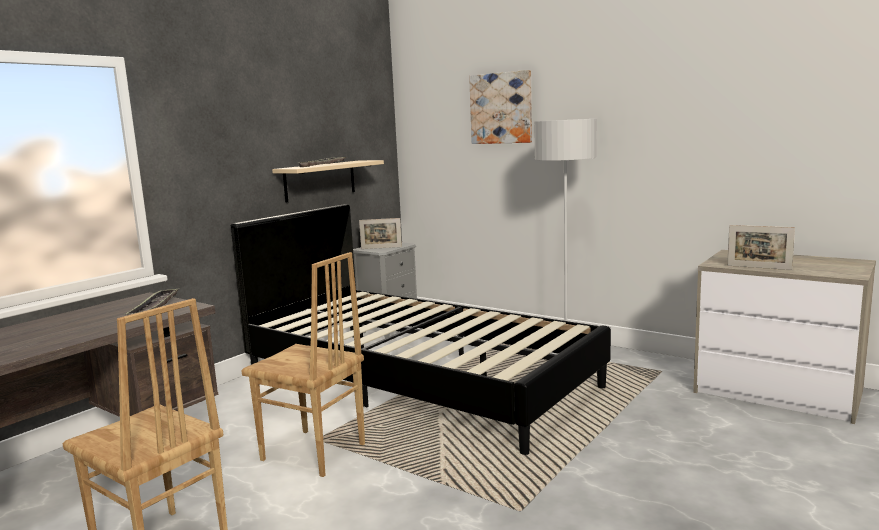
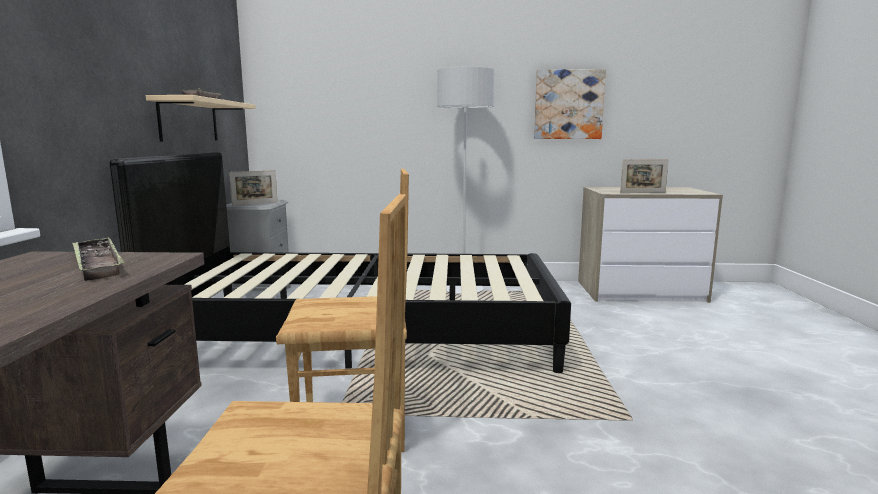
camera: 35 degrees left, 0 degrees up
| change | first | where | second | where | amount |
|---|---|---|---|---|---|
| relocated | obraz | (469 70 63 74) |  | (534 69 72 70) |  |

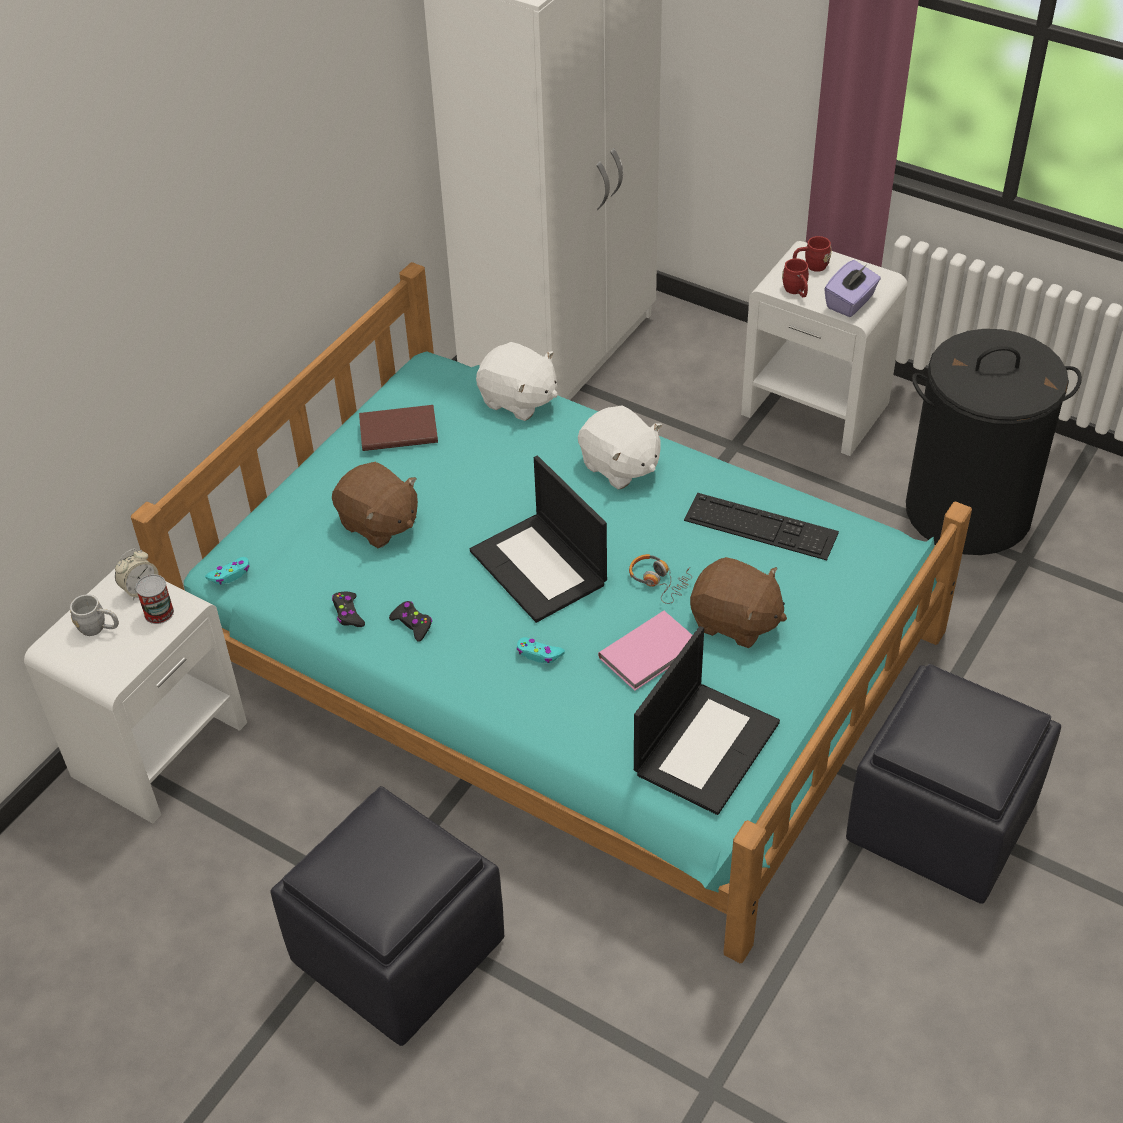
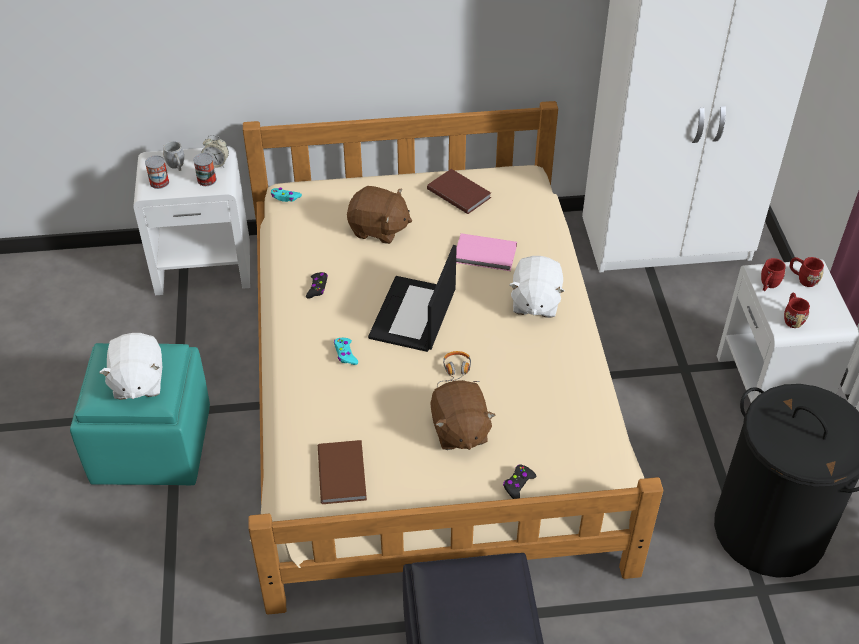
camera: 50 degrees right, 0 degrees up
| change | first | where | second | where | amount |
|---|---|---|---|---|---|
| colour | pufa (czarny) | (270 786 234 260) | pufa (turkusowy) | (70 343 140 142) |  |
| relocated | pluszak (biały) | (476 342 82 79) |  | (99 333 63 67) |  |
| appeared |  |  | puszka | (145 155 24 34) |  |
| colour | łóżko (turkusowy) | (131 262 841 701) | łóżko (beżowy) | (243 101 420 514) |  |
| exchanged | laptop | (634 626 146 189) | książka (brązowy) | (318 440 49 64) |  |
| spun | pluszak (brązowy) | (332 462 86 86) |  | (347 186 65 58) | 75 degrees counterclockwise |
| relocated | książka (różowy) | (598 611 95 80) |  | (456 233 61 38) |  |
| relocated | pad do gier (czarny) | (332 592 33 35) |  | (503 465 33 34) |  |
| exchanged | pudełko chusteczek (fioletowy) | (824 260 57 57) | kubek (czerwony) | (784 293 26 35) |  |
| missing | klawiatura | (684 493 155 67) |  |  |  |

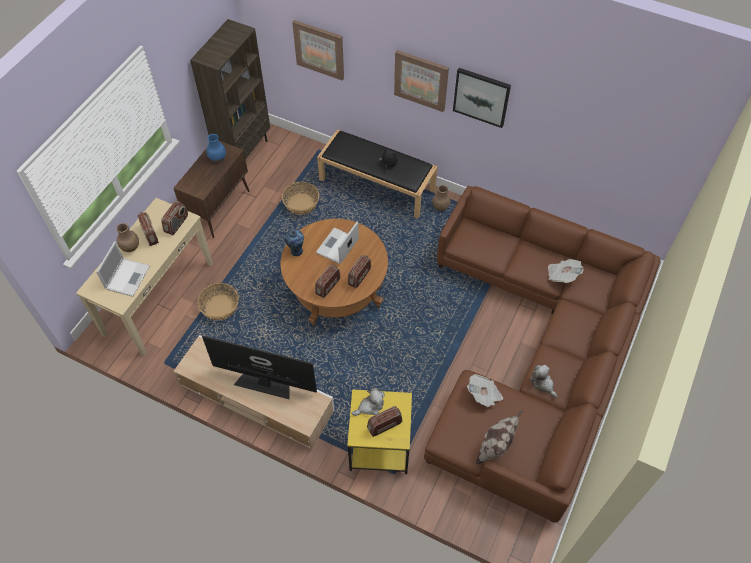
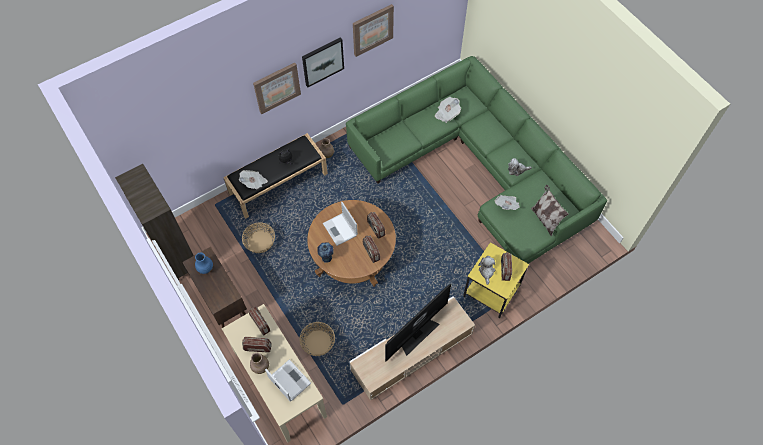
camera: 60 degrees left, 5 degrees up
| change | first | where | second | where | amount |
|---|---|---|---|---|---|
| appeared |  |  | gazeta | (239 170 29 19) |  |
| colour | kanapa (brązowy) | (424 186 236 337) | kanapa (zielony) | (346 56 261 208) |  |
| relocated | obraz | (292 20 52 60) |  | (353 4 41 53) |  |

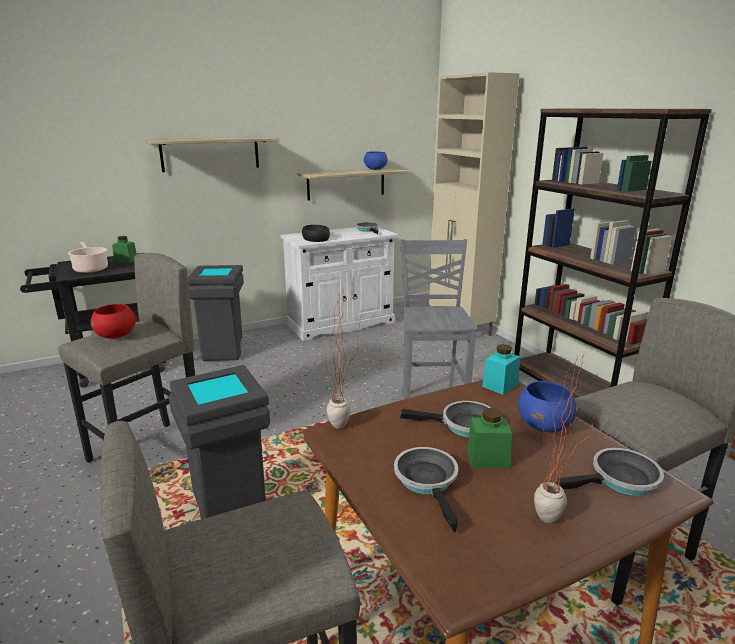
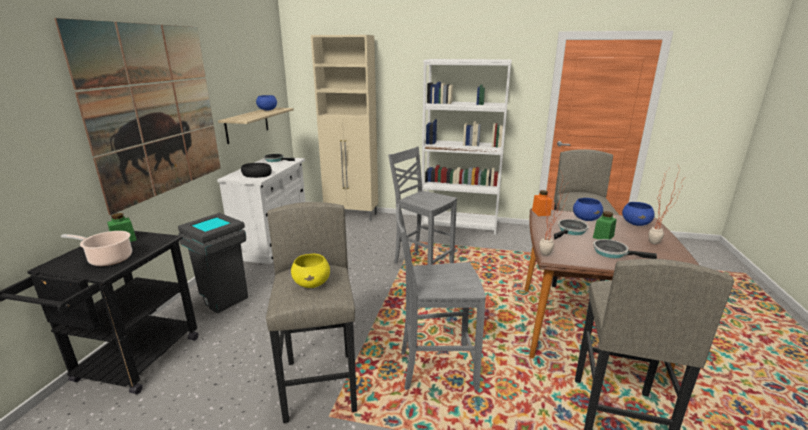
camera: 50 degrees left, 0 degrees up
| change | first | where | second | where | amount |
|---|---|---|---|---|---|
| exchanged | półka | (145 136 134 36) | obraz | (54 18 167 197) |  |
| colour | miska (czerwony) | (91 304 45 35) | miska (żółty) | (291 254 39 34) |  |
| exchanged | kosz na śmieci (szary) | (169 365 101 154) | krzesło (szary) | (396 204 90 186) |  |
| colour | regał (brązowy) | (514 109 198 289) | regał (biały) | (421 59 91 176) |  |
| colour | słoik (turkusowy) | (482 344 38 51) | słoik (pomarańczowy) | (532 190 20 26) |  |
| exchanged | patelnia | (556 448 108 48) | miska (niebieski) | (622 202 33 24) |  |

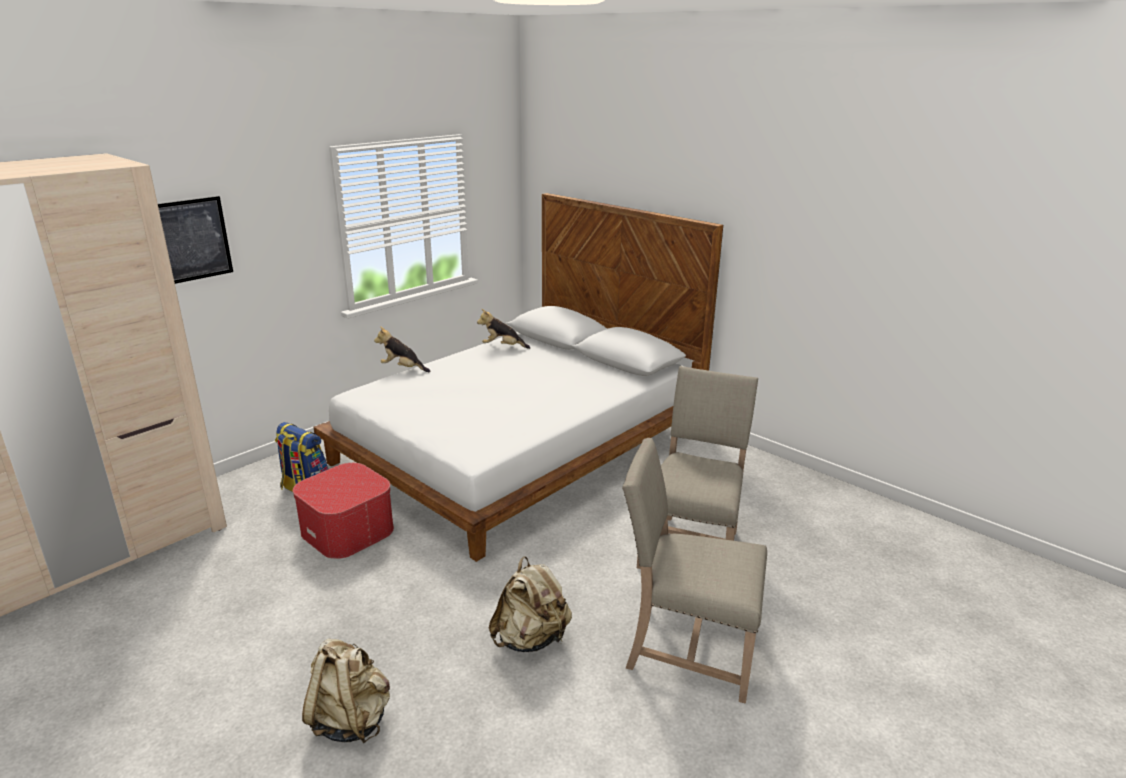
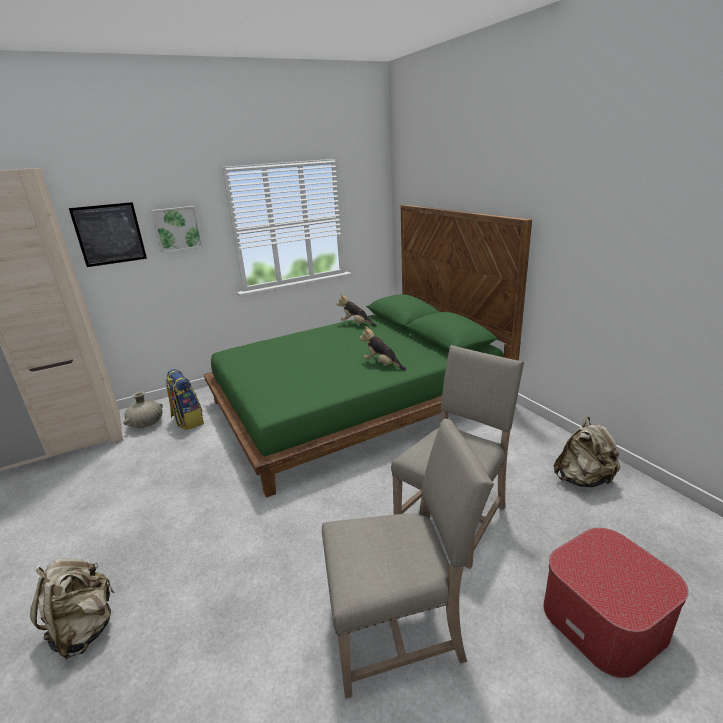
camera: 20 degrees right, 0 degrees up
| change | first | where | second | where | amount |
|---|---|---|---|---|---|
| appeared |  |  | wazon (beżowy) | (124 391 39 37) |  |
| appeared |  |  | obraz | (151 206 52 47) |  |
| colour | łóżko (biały) | (314 193 409 369) | łóżko (zielony) | (204 205 328 293) |  |
| spun | krzesło (beżowy) | (622 438 145 266) |  | (322 419 172 280) | 135 degrees clockwise |
| relocated | pluszak | (374 326 56 46) |  | (359 326 47 44) |  |
| relocated | pufa | (293 463 101 96) |  | (543 528 146 150) |  |
| relocated | plecak (beżowy) | (489 557 83 95) |  | (554 417 66 70) |  |

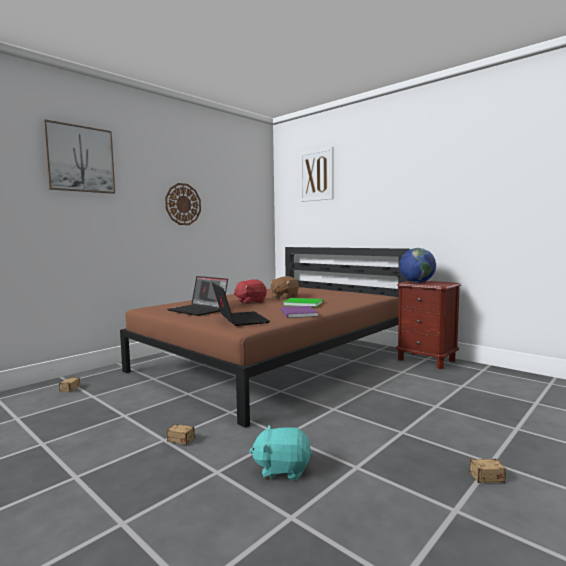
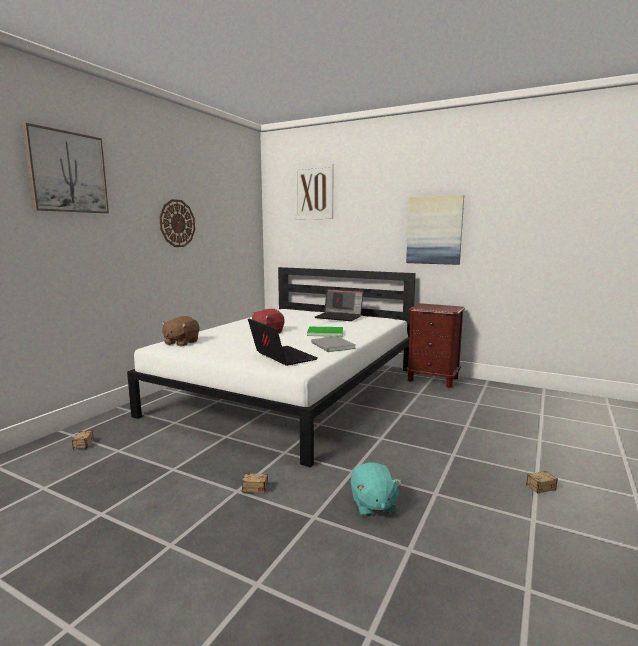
camera: 15 degrees left, 5 degrees up
| change | first | where | second | where | amount |
|---|---|---|---|---|---|
| colour | łóżko (brązowy) | (120 247 290 181) | łóżko (biały) | (127 267 289 200) |  |
| relocated | pluszak (brązowy) | (270 276 29 23) |  | (161 316 38 31) |  |
| colour | książka (fioletowy) | (281 306 37 12) | książka (szary) | (311 336 45 16) |  |
| relocated | laptop | (167 276 61 40) |  | (315 289 49 32) |  |
| spun | pluszak (turkusowy) | (249 425 63 55) |  | (351 462 50 55) | 90 degrees counterclockwise |
| appeared |  |  | obraz | (406 195 58 70) |  |
| missing | globus | (399 248 37 35) |  |  |  |

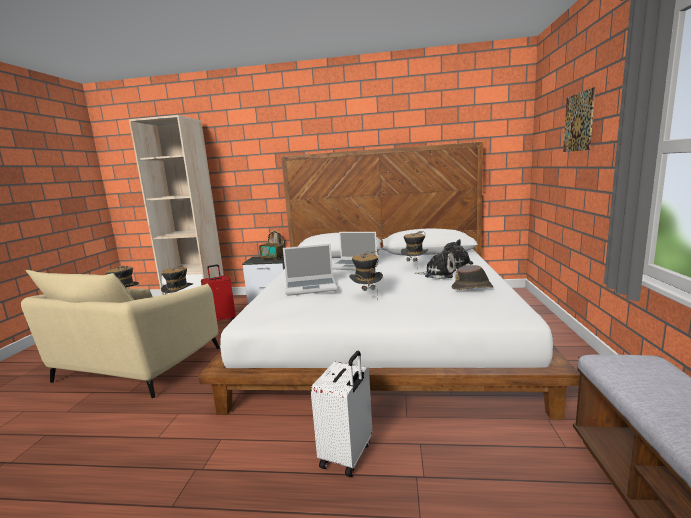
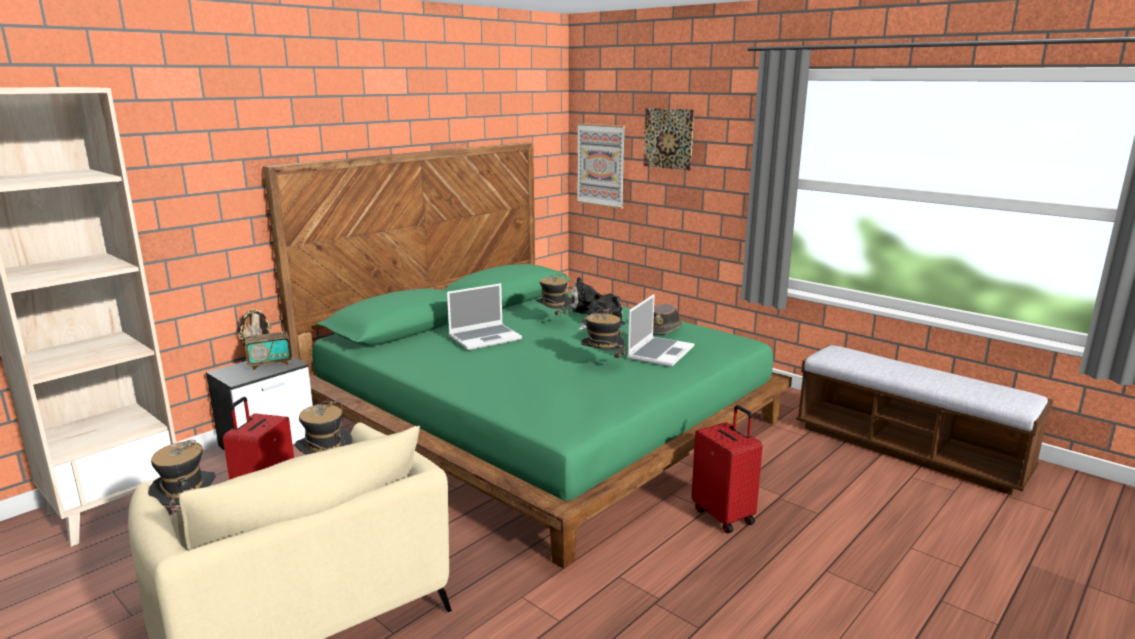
camera: 55 degrees left, 5 degrees up
| change | first | where | second | where | amount |
|---|---|---|---|---|---|
| colour | łóżko (biały) | (198 141 382 279) | łóżko (zielony) | (263 142 529 427) |  |
| appeared |  |  | obraz | (577 123 48 86) |  |
| relocated | laptop | (283 244 54 52) |  | (627 294 67 73) |  |
| colour | walizka (biały) | (311 351 61 126) | walizka (czerwony) | (691 405 72 128) |  |

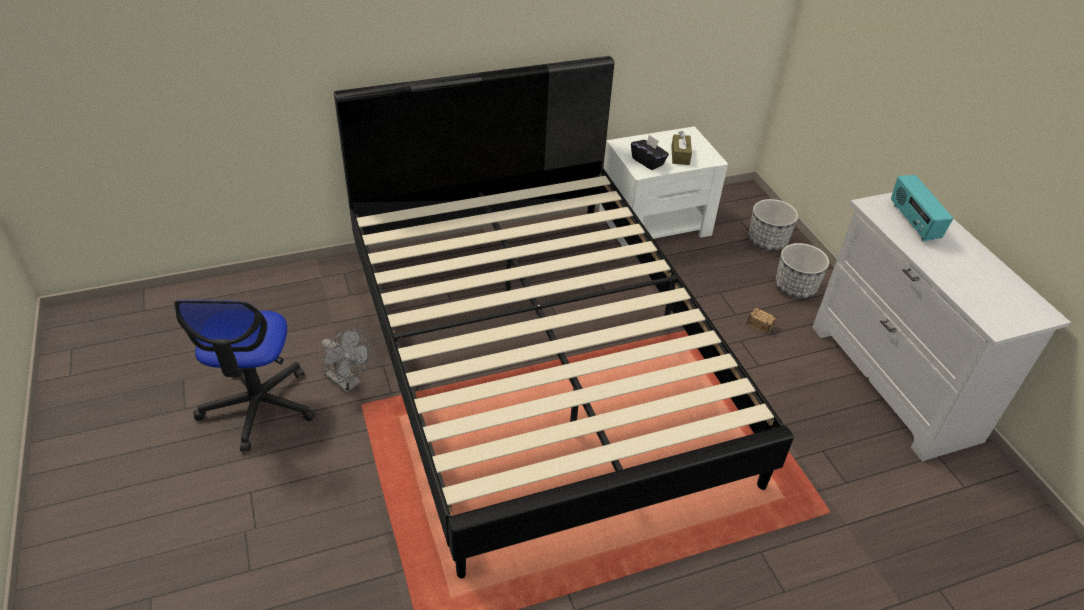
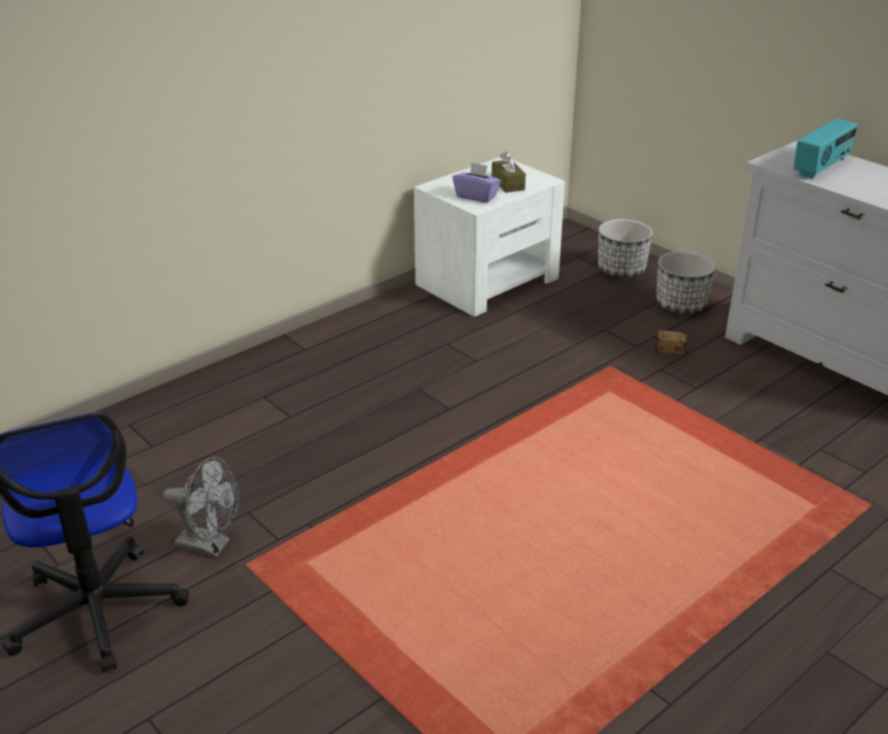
camera: 20 degrees left, 10 degrees down
| change | first | where | second | where | amount |
|---|---|---|---|---|---|
| colour | pudełko chusteczek (czarny) | (631 135 38 35) | pudełko chusteczek (fioletowy) | (453 162 48 41) |  |
| spun | radio | (891 175 62 67) |  | (794 118 64 61) | 105 degrees counterclockwise |
| missing | łóżko (czarny) | (334 56 460 523) |  |  |  |

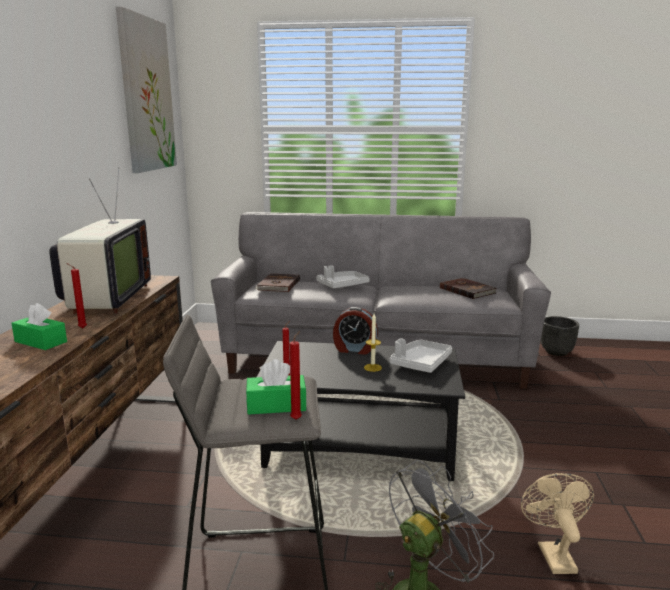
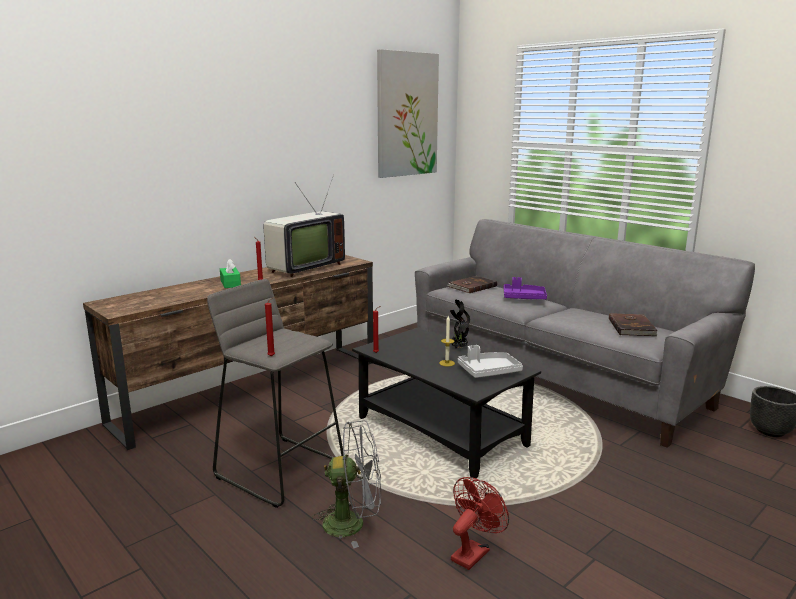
camera: 40 degrees right, 0 degrees up
| change | first | where | second | where | amount |
|---|---|---|---|---|---|
| exchanged | budzik | (333 307 45 48) | roślina doniczkowa | (450 300 20 48) |  |
| colour | wentylator (beżowy) | (521 473 73 101) | wentylator (czerwony) | (451 477 58 93) |  |
| colour | taca (szary) | (316 265 54 23) | taca (fioletowy) | (504 277 43 22) |  |
| missing | pudełko chusteczek (zielony) | (246 359 61 56) |  |  |  |

